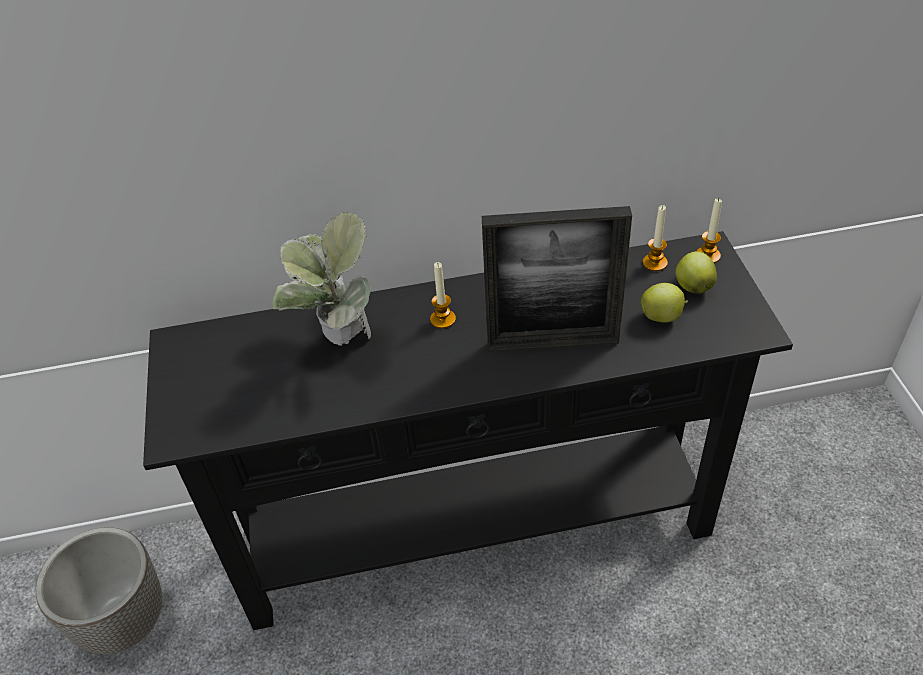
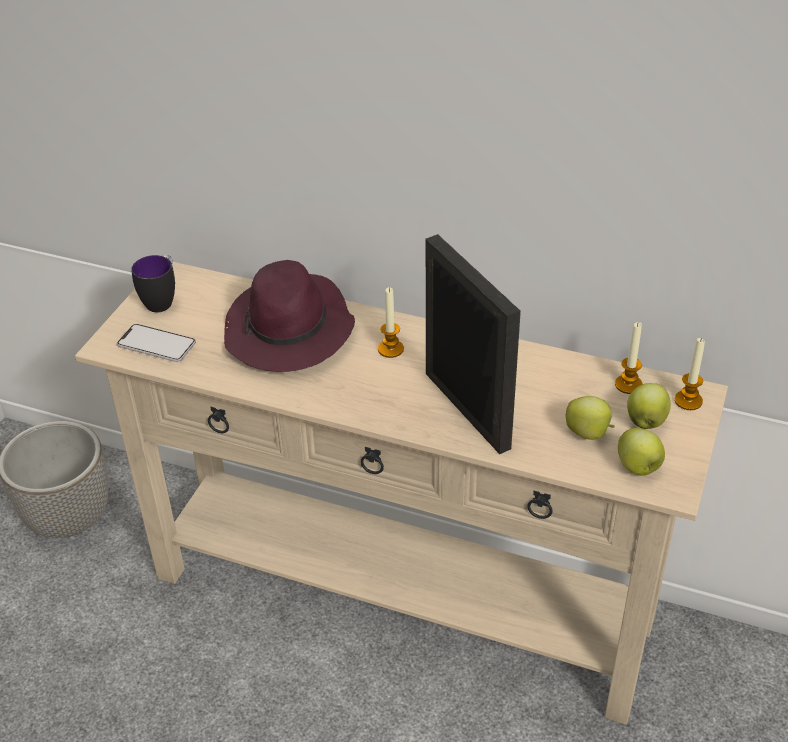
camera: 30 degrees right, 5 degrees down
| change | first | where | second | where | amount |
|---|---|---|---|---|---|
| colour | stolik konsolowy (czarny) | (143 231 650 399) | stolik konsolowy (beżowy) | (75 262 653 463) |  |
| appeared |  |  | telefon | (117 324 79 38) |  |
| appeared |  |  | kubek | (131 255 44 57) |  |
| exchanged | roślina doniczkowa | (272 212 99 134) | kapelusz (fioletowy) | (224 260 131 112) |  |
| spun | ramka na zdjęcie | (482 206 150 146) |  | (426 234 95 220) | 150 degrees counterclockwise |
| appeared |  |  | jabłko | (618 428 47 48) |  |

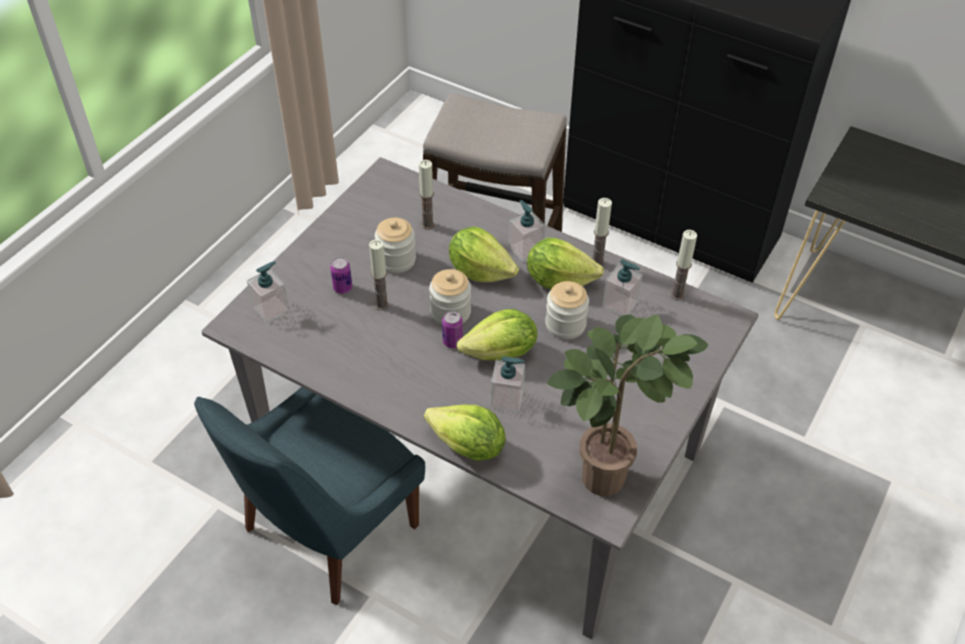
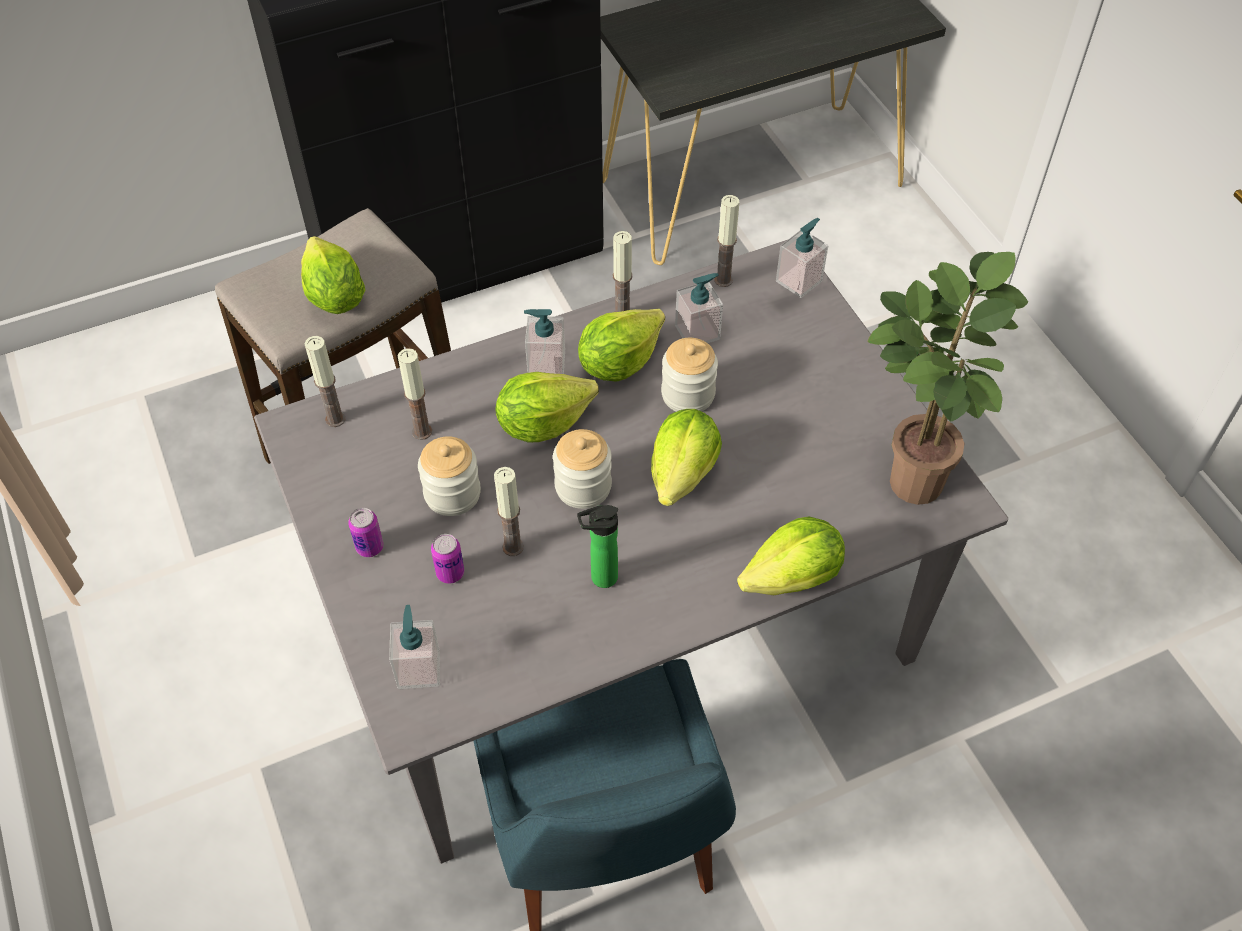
camera: 55 degrees left, 5 degrees up
| change | first | where | second | where | amount |
|---|---|---|---|---|---|
| appeared |  |  | sałata | (301 236 64 78) |  |
| appeared |  |  | świeca | (305 336 40 91) |  |
| relocated | puszka | (442 311 21 37) |  | (348 508 36 49) |  |
| appeared |  |  | butelka | (577 505 41 83) |  |
| relocated | dozownik mydła | (491 356 34 57) |  | (776 218 52 80) |  |

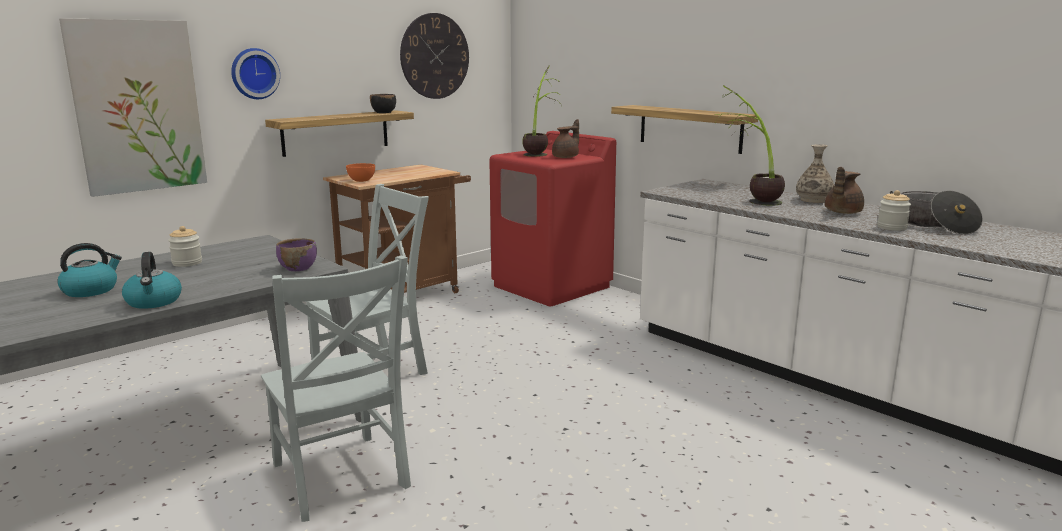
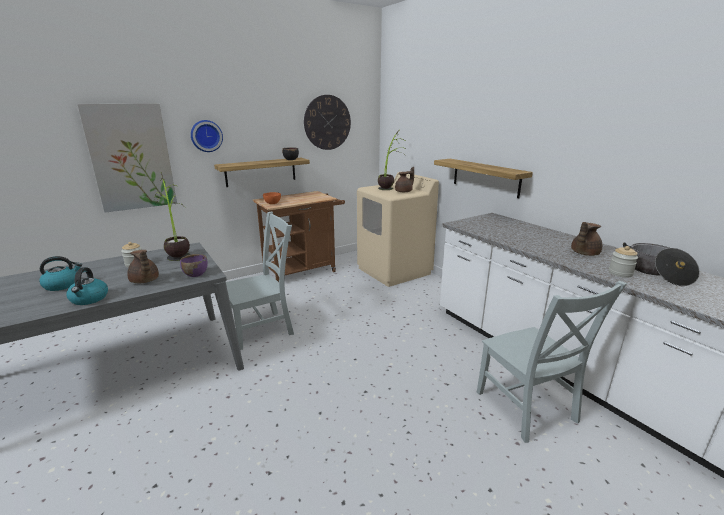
camera: 10 degrees right, 5 degrees up
| change | first | where | second | where | amount |
|---|---|---|---|---|---|
| appeared |  |  | imbryk (brązowy) | (127 250 32 33) |  |
| relocated | roślina doniczkowa | (714 85 71 121) |  | (154 172 36 89) |  |
| colour | pralka (czerwony) | (489 131 127 175) | pralka (beżowy) | (357 172 82 115) |  |
| relocated | krzesło (szary) | (261 255 150 267) |  | (477 281 150 162) |  |
| missing | wazon | (796 144 38 59) |  |  |  |

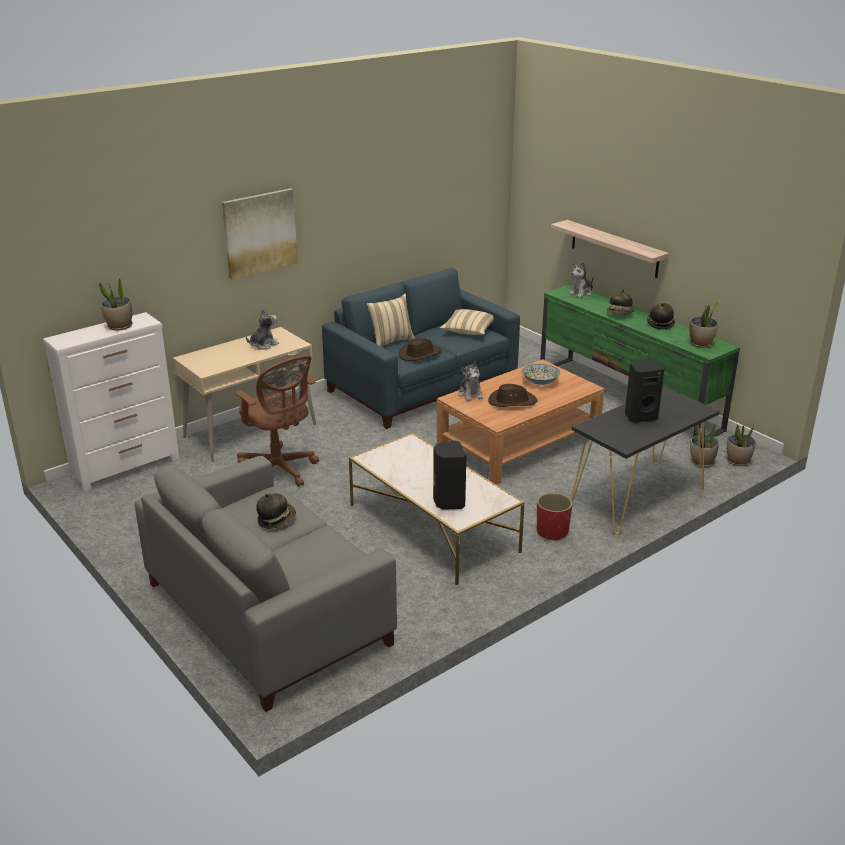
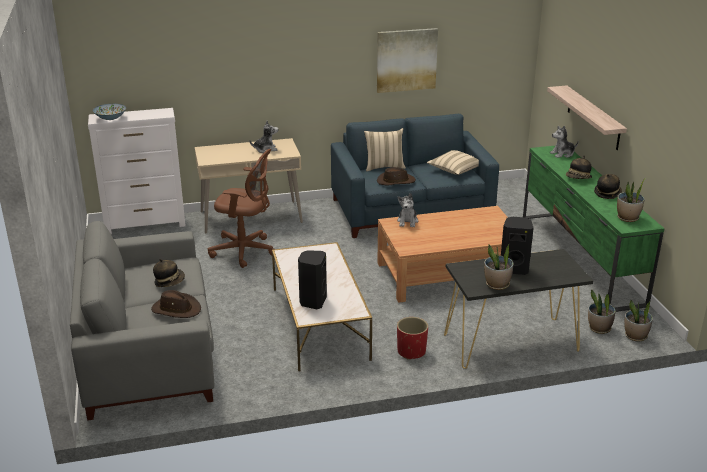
camera: 25 degrees right, 0 degrees up
| change | first | where | second | where | amount |
|---|---|---|---|---|---|
| relocated | miska | (522 364 38 21) |  | (93 104 33 16) |  |
| relocated | kapelusz (brązowy) | (488 384 49 23) |  | (151 290 50 28) |  |
| spun | krzesło biurowe (brązowy) | (235 355 84 132) |  | (208 149 66 119) | 60 degrees counterclockwise |
| relocated | obraz | (222 188 76 92) |  | (377 28 61 65) |  |
| relocated | roślina doniczkowa | (99 278 33 52) |  | (484 244 29 46) |  |

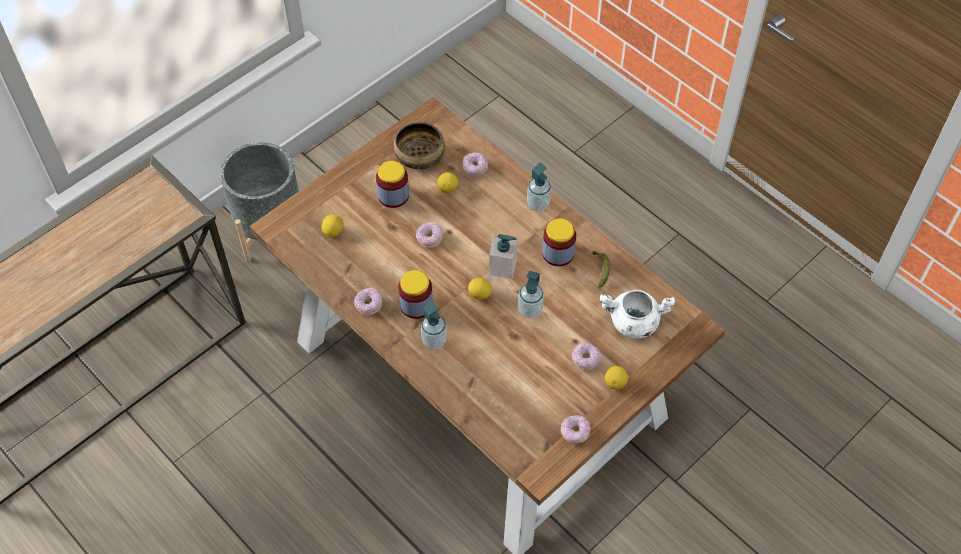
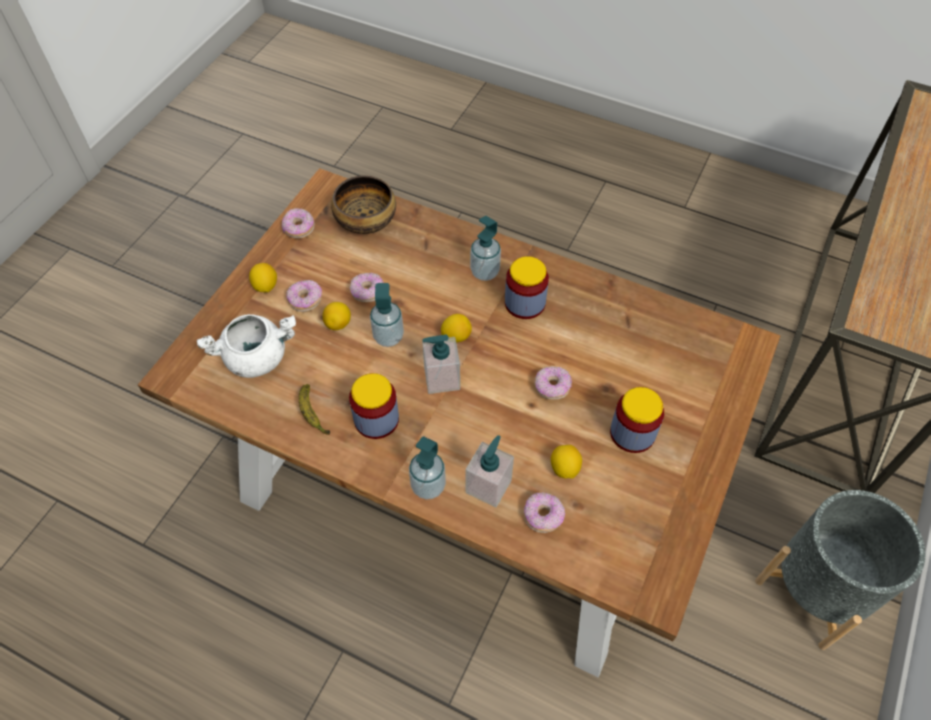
camera: 160 degrees right, 0 degrees up
| change | first | where | second | where | amount |
|---|---|---|---|---|---|
| relocated | cytryna | (322 214 22 23) |  | (322 302 29 28) |  |
| relocated | miska | (394 122 51 47) |  | (331 175 65 59) |  |
| relocated | donut | (354 288 28 27) |  | (350 273 34 30) |  |
| appeared |  |  | dozownik mydła | (465 435 49 73) |  |

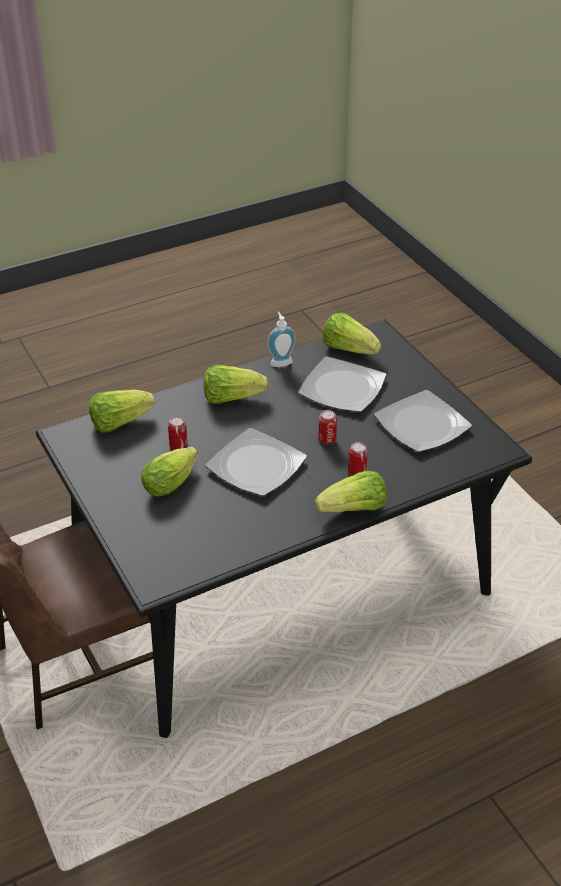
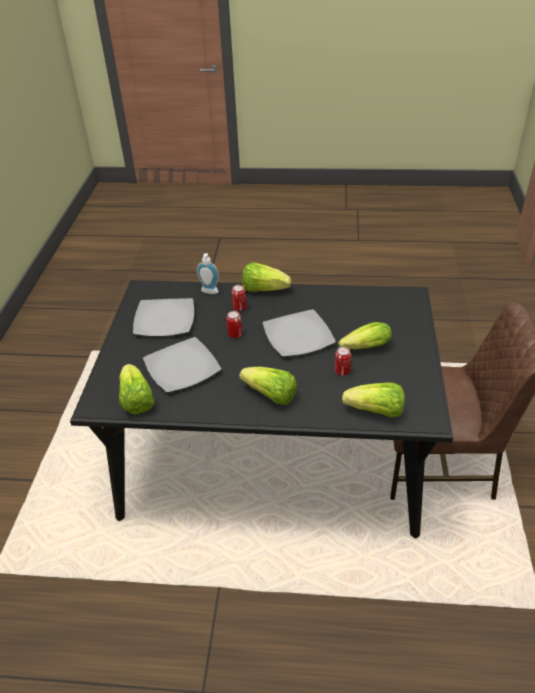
camera: 145 degrees left, 0 degrees up
| change | first | where | second | where | amount |
|---|---|---|---|---|---|
| relocated | dozownik mydła | (267 311 29 56) |  | (197 253 22 41) |  |

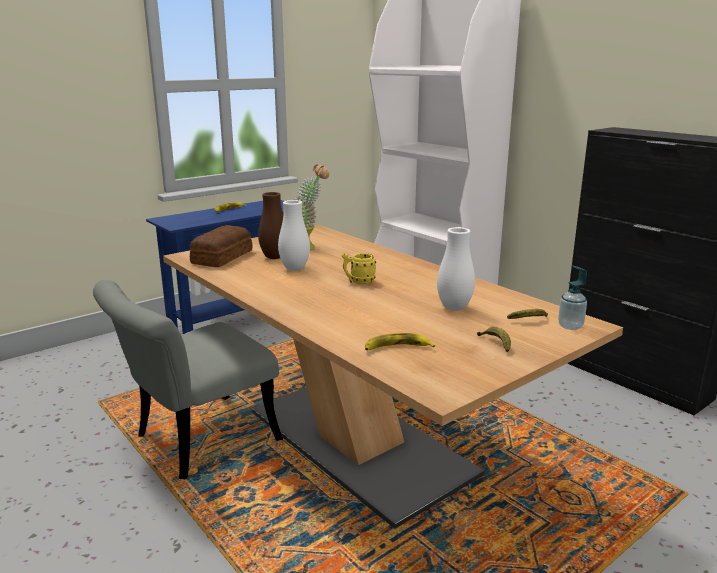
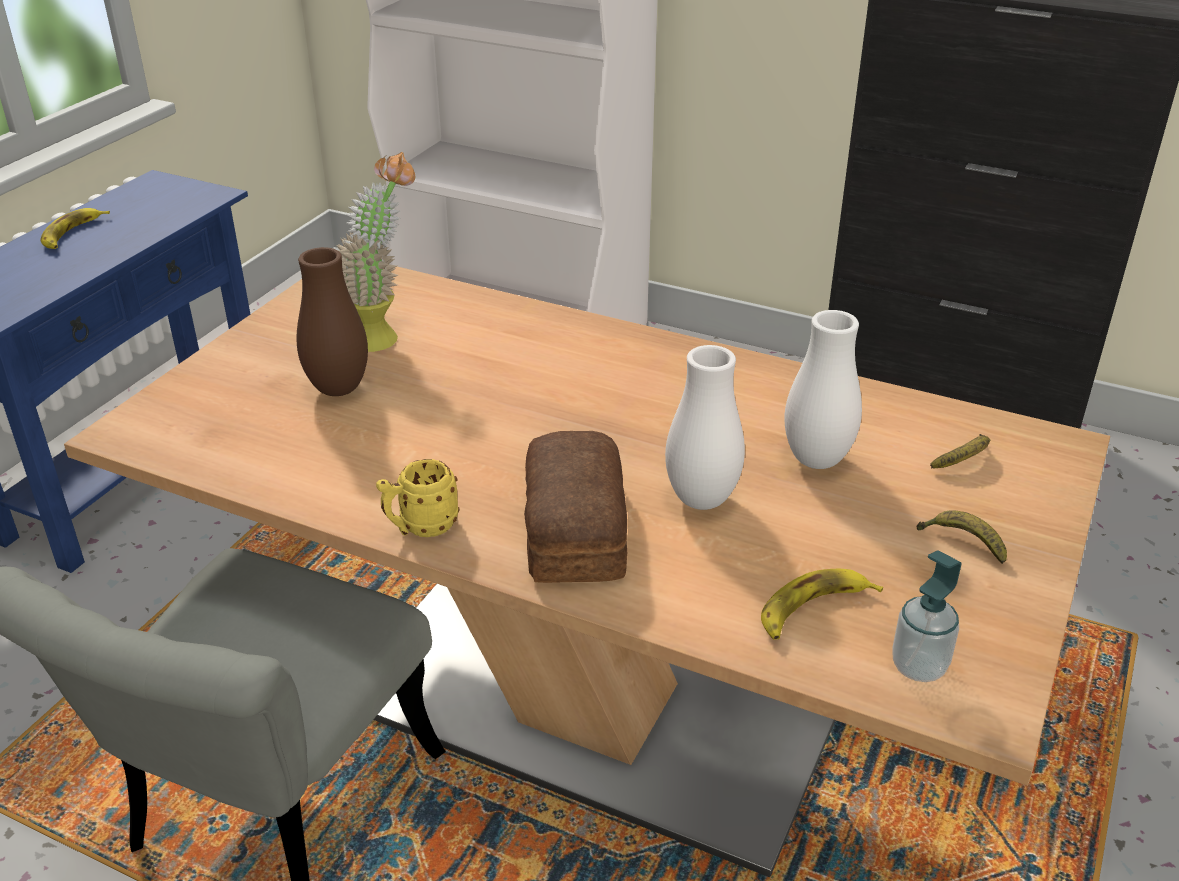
camera: 25 degrees left, 15 degrees up
| change | first | where | second | where | amount |
|---|---|---|---|---|---|
| relocated | kubek (żółty) | (342 253 34 32) |  | (376 459 83 78) |  |
| relocated | chleb | (190 225 62 42) |  | (524 431 103 152) |  |
| relocated | wazon (biały) | (278 200 32 71) |  | (665 345 80 165) |  |
| relocated | dozownik mydła | (558 265 29 65) |  | (893 550 68 132) |  |

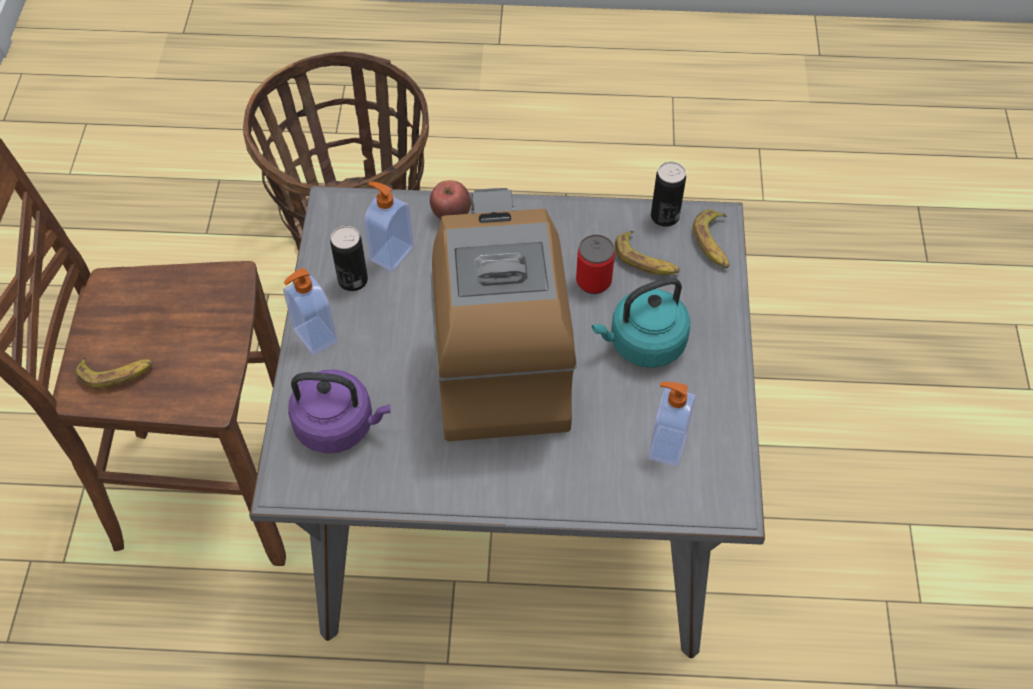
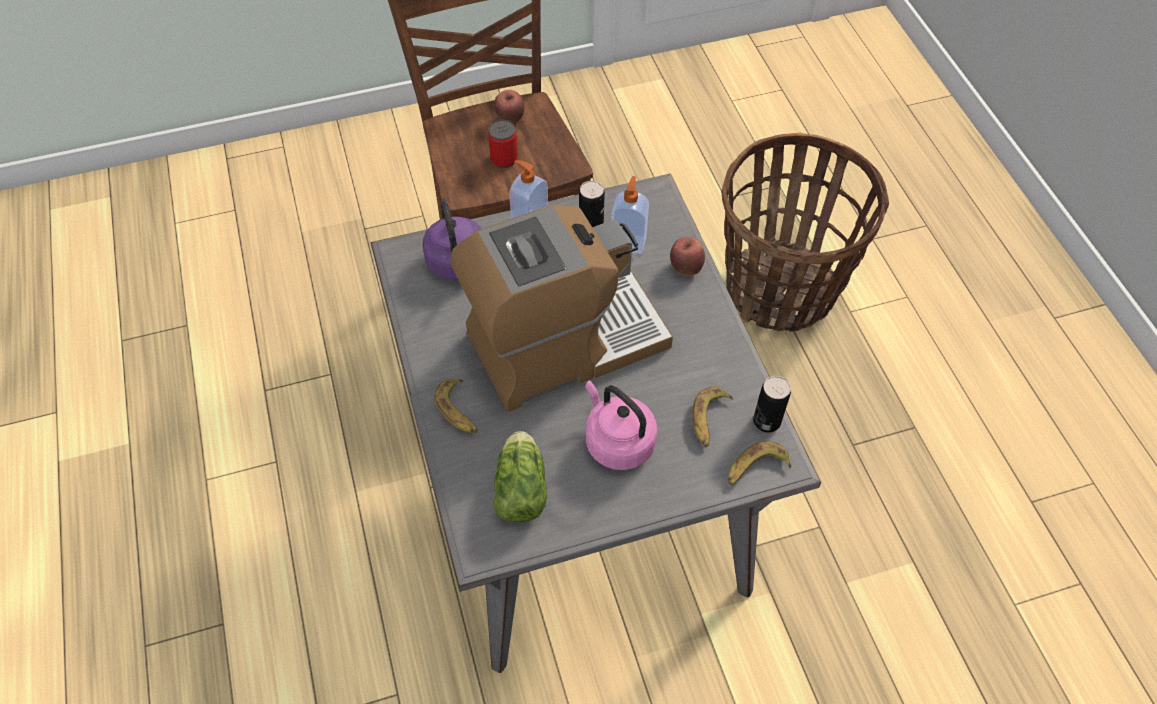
camera: 70 degrees right, 0 degrees up
| change | first | where | second | where | amount |
|---|---|---|---|---|---|
| relocated | banan | (75 356 78 33) |  | (435 379 43 54) |  |
| relocated | puszka | (576 234 39 60) |  | (488 120 30 48) |  |
| exchanged | dozownik mydła | (649 382 47 85) | sałata | (493 431 54 91) |  |
| appeared |  |  | jabłko | (494 90 30 33) |  |
| colour | czajnik (turkusowy) | (592 277 98 91) | czajnik (różowy) | (585 380 72 90) |  |

